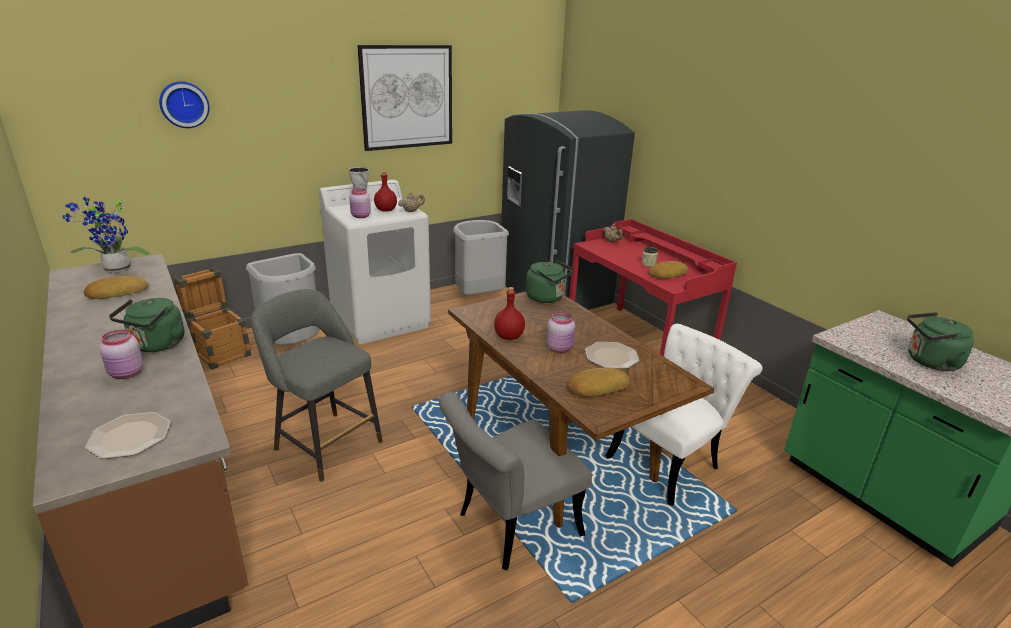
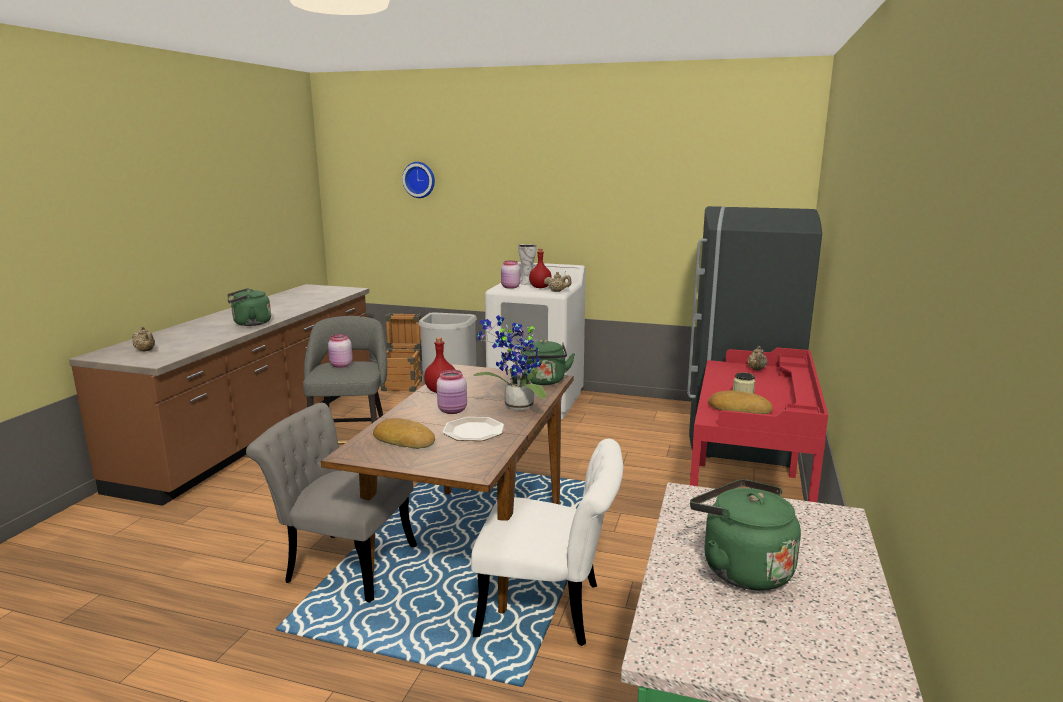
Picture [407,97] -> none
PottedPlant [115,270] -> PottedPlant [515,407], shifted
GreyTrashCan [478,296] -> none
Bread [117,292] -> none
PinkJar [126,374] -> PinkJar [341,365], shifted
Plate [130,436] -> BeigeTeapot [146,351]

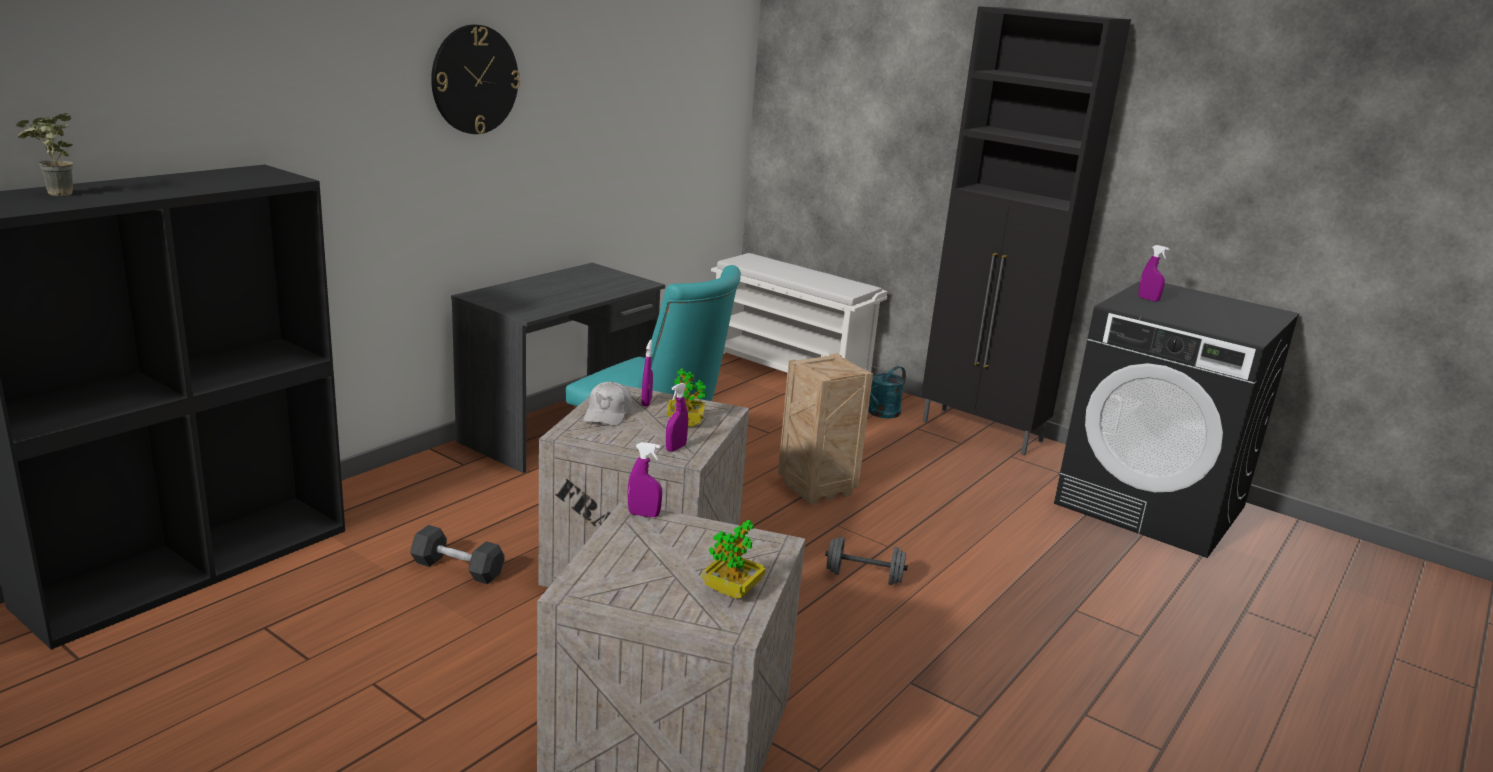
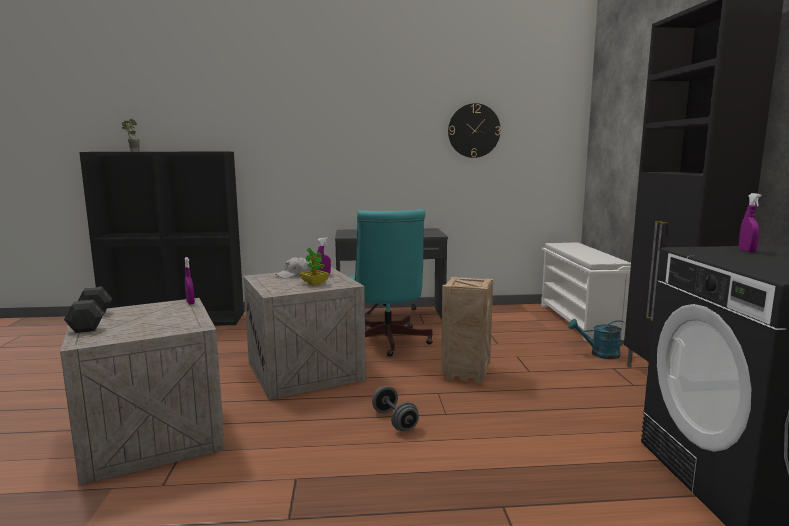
WallClock [474,79] -> WallClock [474,130], shifted
PurpleSprayBottle [676,448] -> none
PottedPlant [732,590] -> none
GreyDumbbell [457,569] -> GreyDumbbell [91,321], shifted

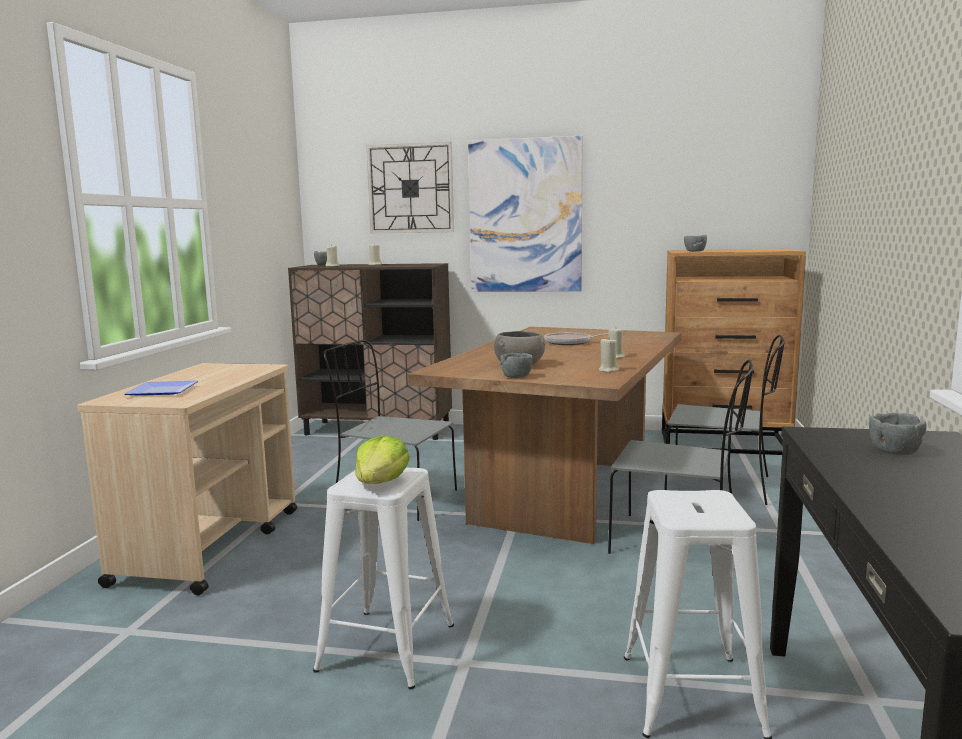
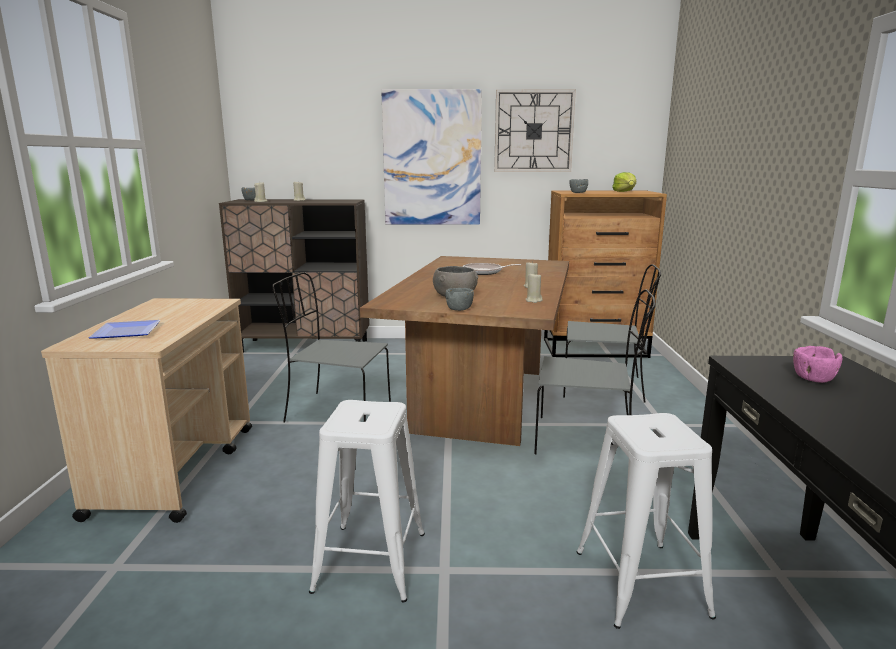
WallClock [410,188] -> WallClock [533,131], shifted
GreyBowl [894,451] -> PinkBowl [813,378]
Lettuce [381,483] -> Lettuce [625,192], shifted

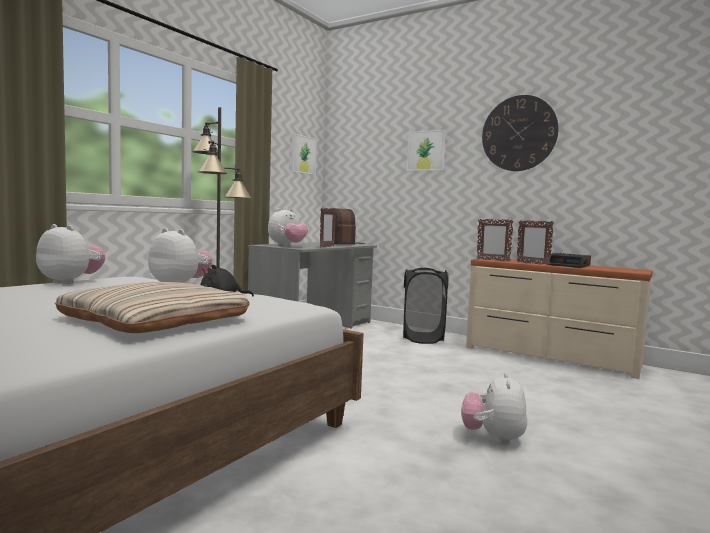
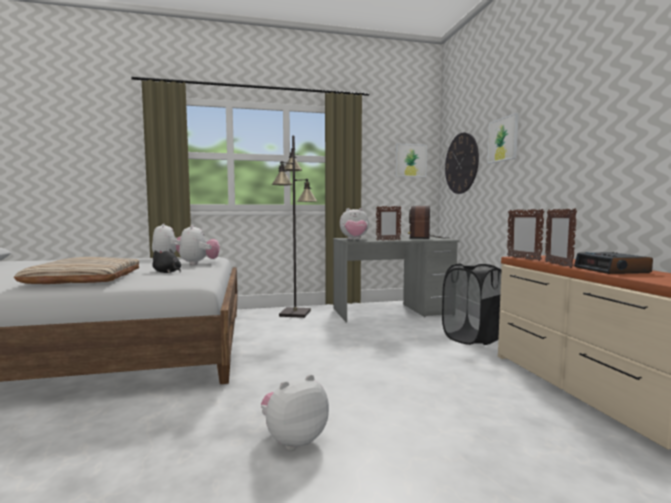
WallClock [519,133] -> WallClock [461,163], shifted

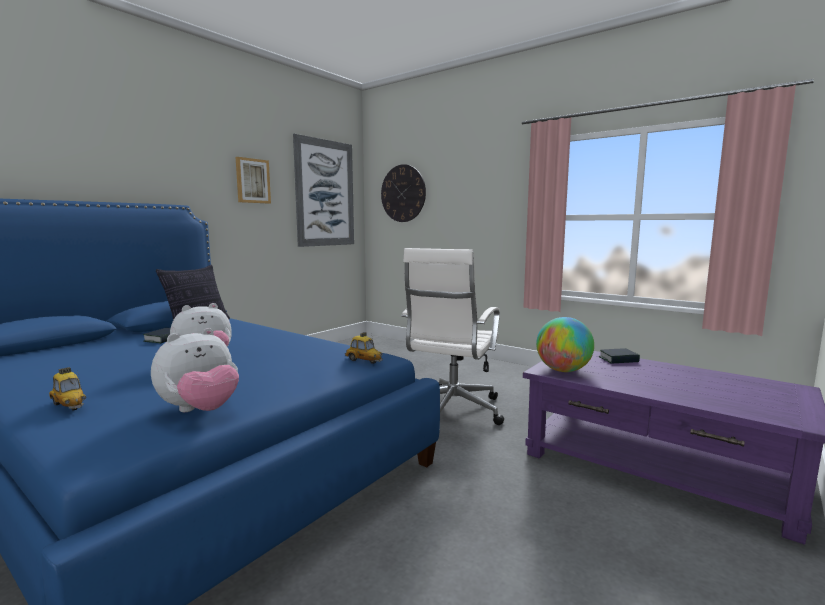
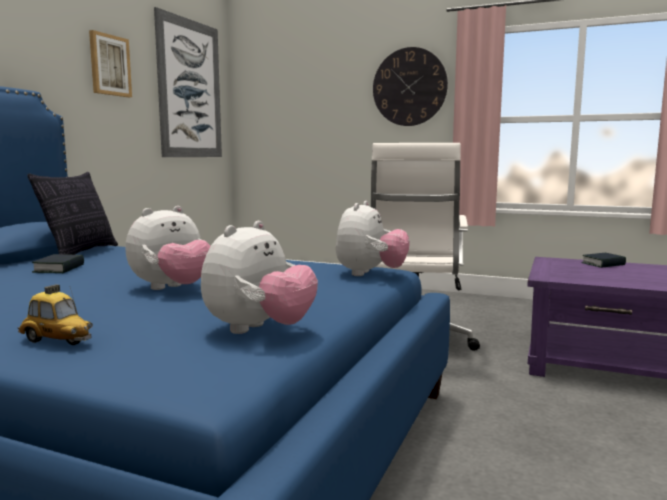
WallClock [403,193] -> WallClock [409,87], shifted
Globe [563,370] -> none
ToyCar [364,361] -> PlushToy [370,274]

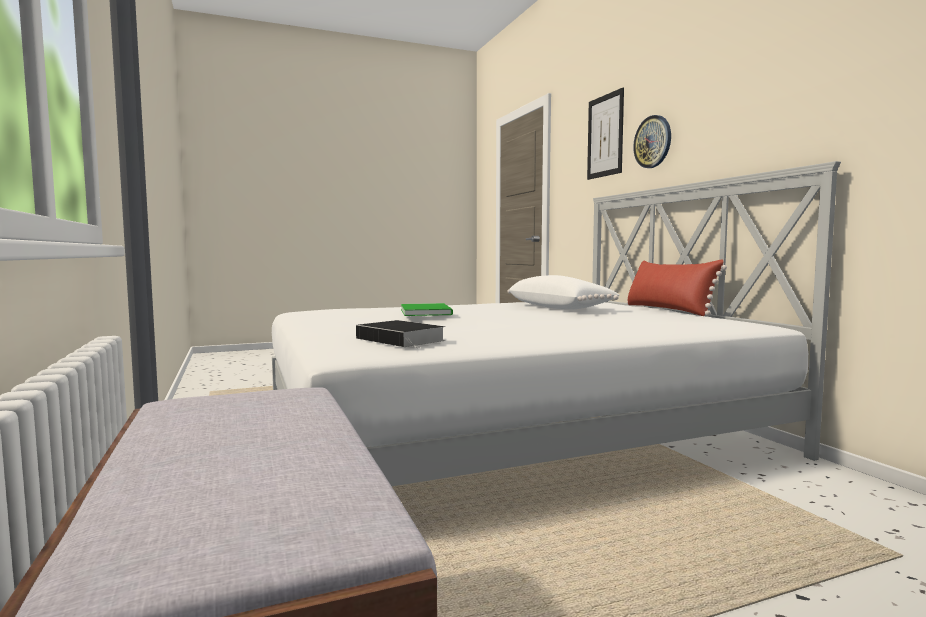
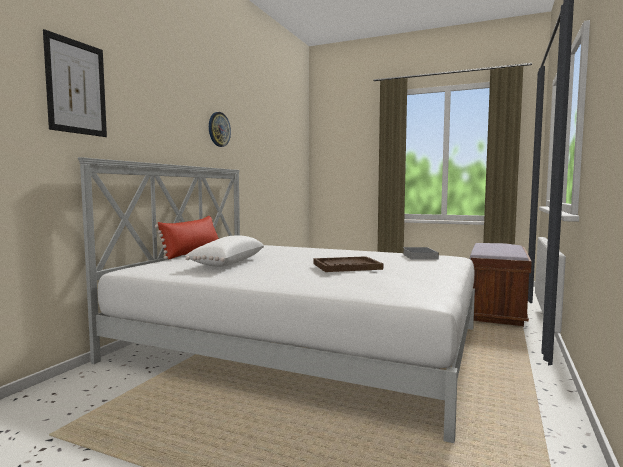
WallClock [653,142] -> WallClock [219,129], shifted
GreenBook [427,312] -> BrownTray [347,266]

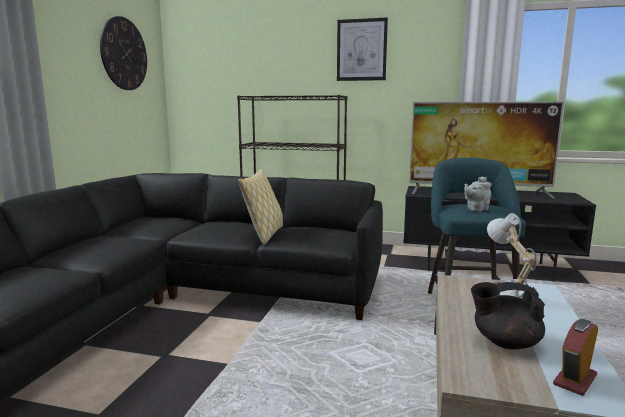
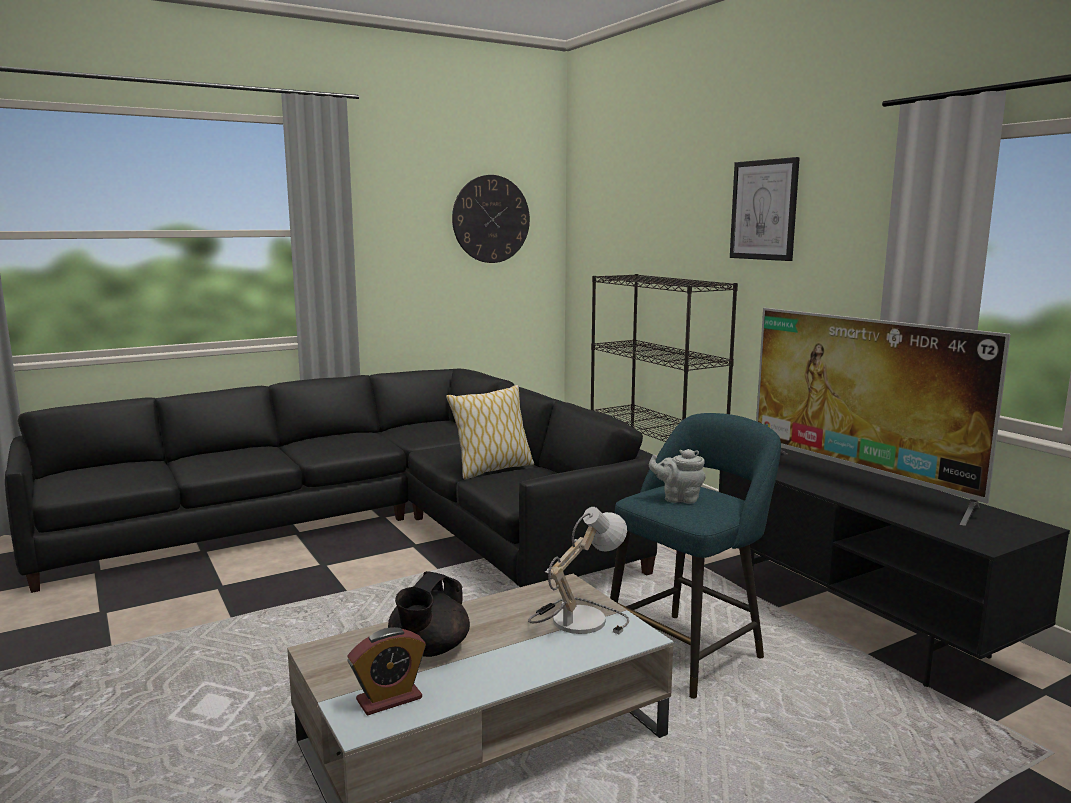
BlackTeapot [505,342] -> BlackTeapot [429,649], 120 degrees counterclockwise
AlarmClock [575,380] -> AlarmClock [389,699], 150 degrees clockwise

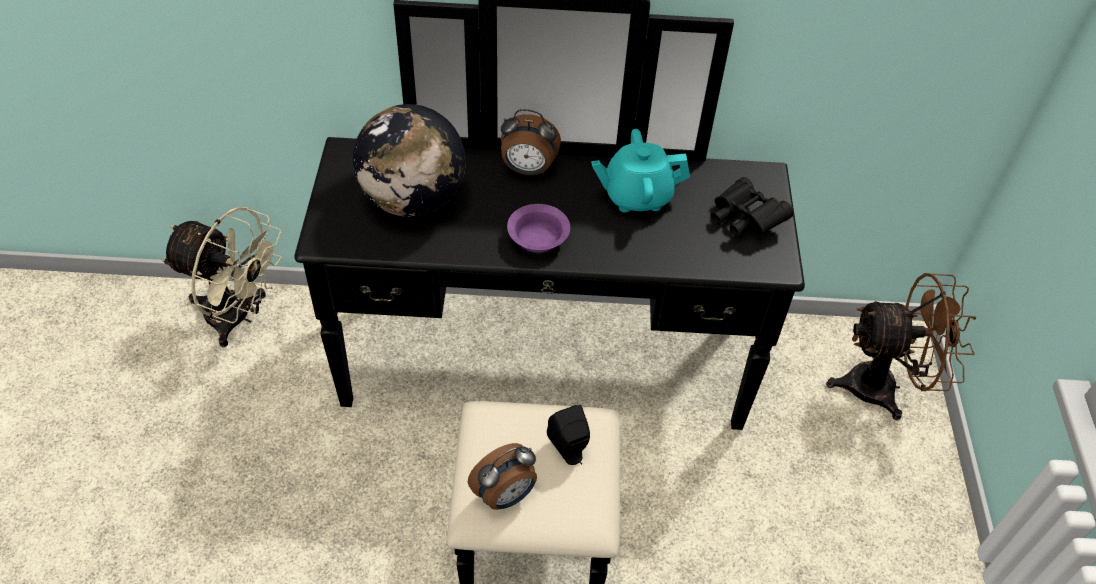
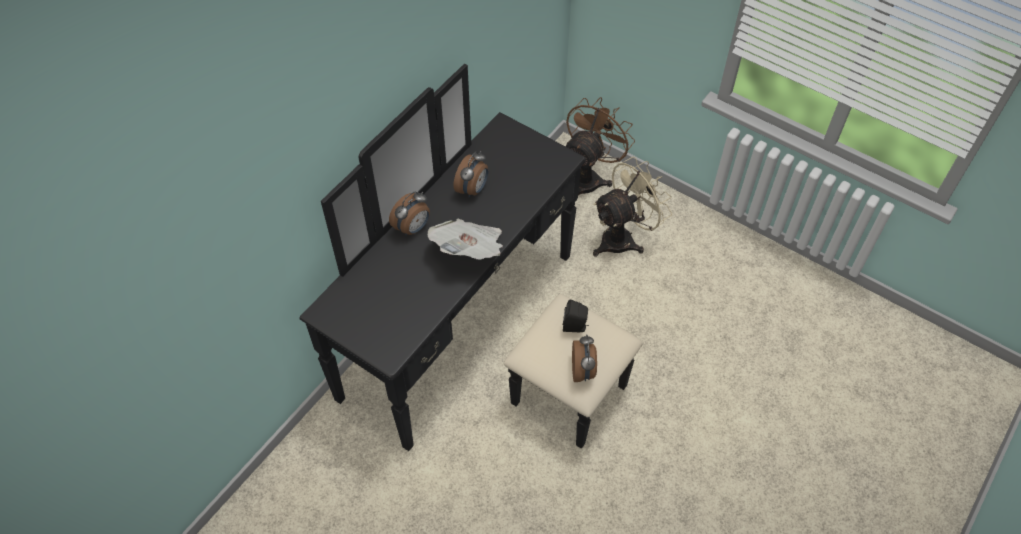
Globe [413,200] -> none
TurquoiseTeapot [636,196] -> AlarmClock [473,189]
BlackBinoculars [744,220] -> none
PurpleBowl [539,238] -> Newspaper [469,250]
BeigeFan [238,317] -> BeigeFan [623,238], shifted

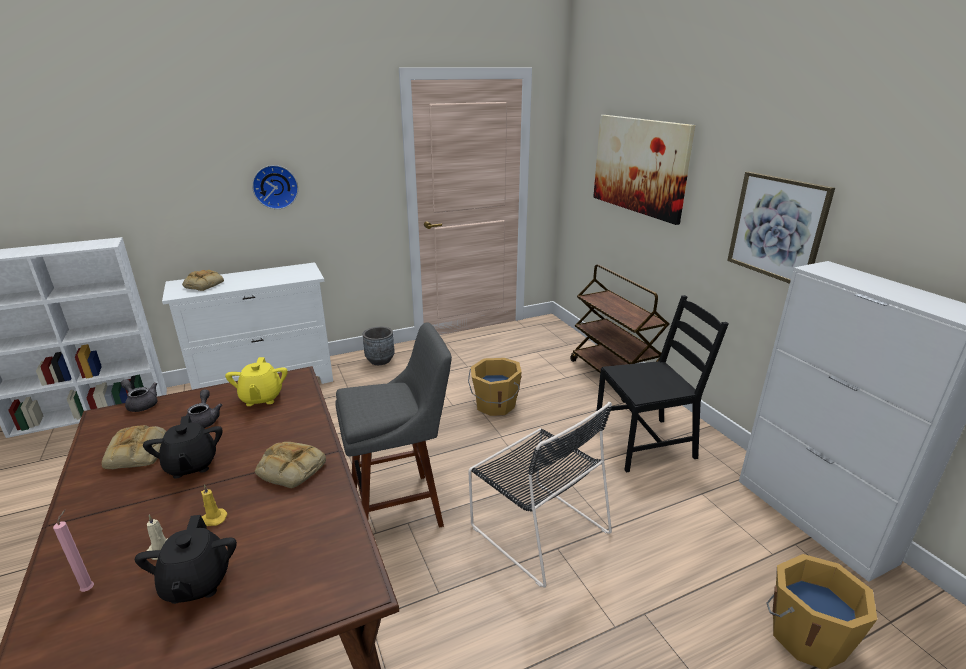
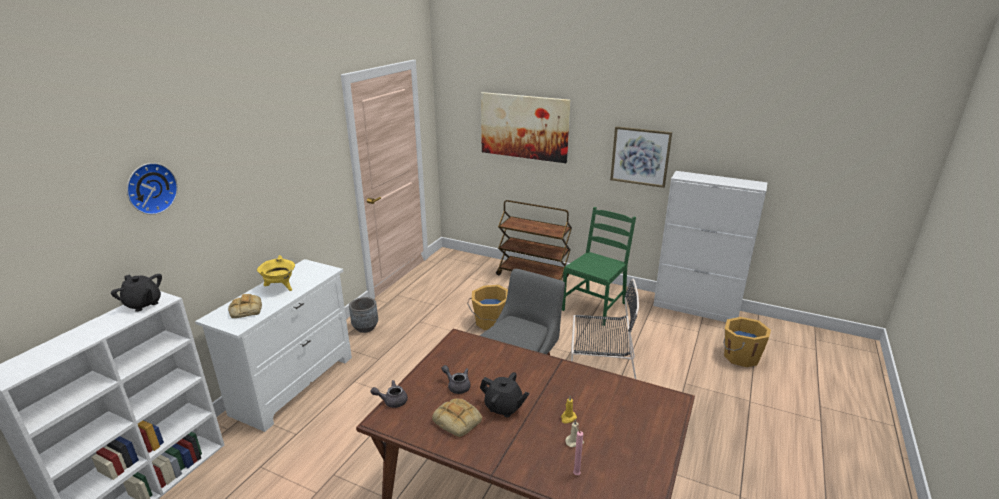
WallClock [275,186] -> WallClock [150,188], shifted
BlackChair [645,443] -> GreenChair [594,306]
YellowTeapot [261,398] -> none
Bread [289,469] -> none
BlackTeapot [196,583] -> BlackTeapot [143,304], shifted
none -> YellowCookingPot [280,288]

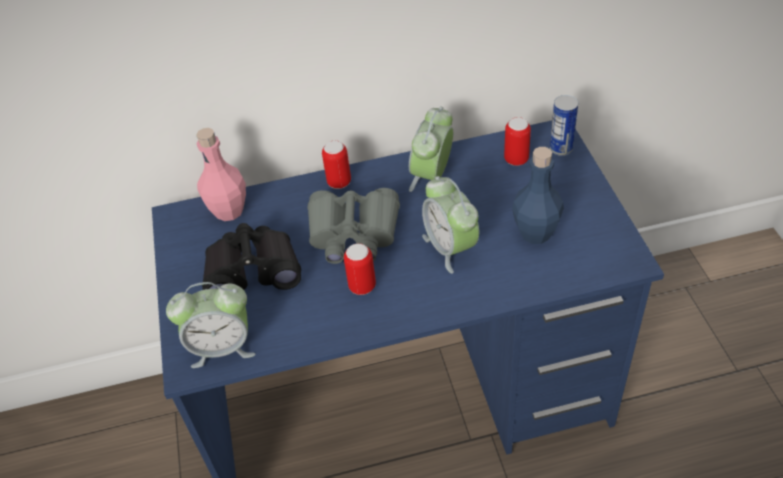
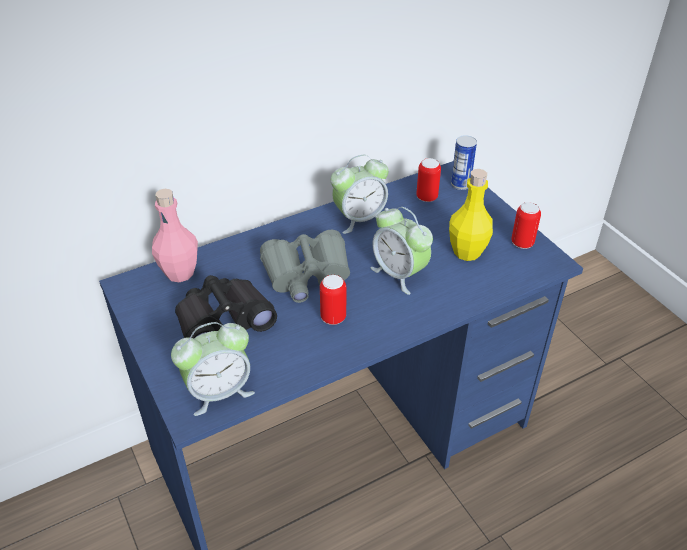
AlarmClock [432,175] -> AlarmClock [359,219], 120 degrees counterclockwise
Can [339,182] -> Can [522,243], shifted
BlueBottle [535,233] -> YellowBottle [467,252]

